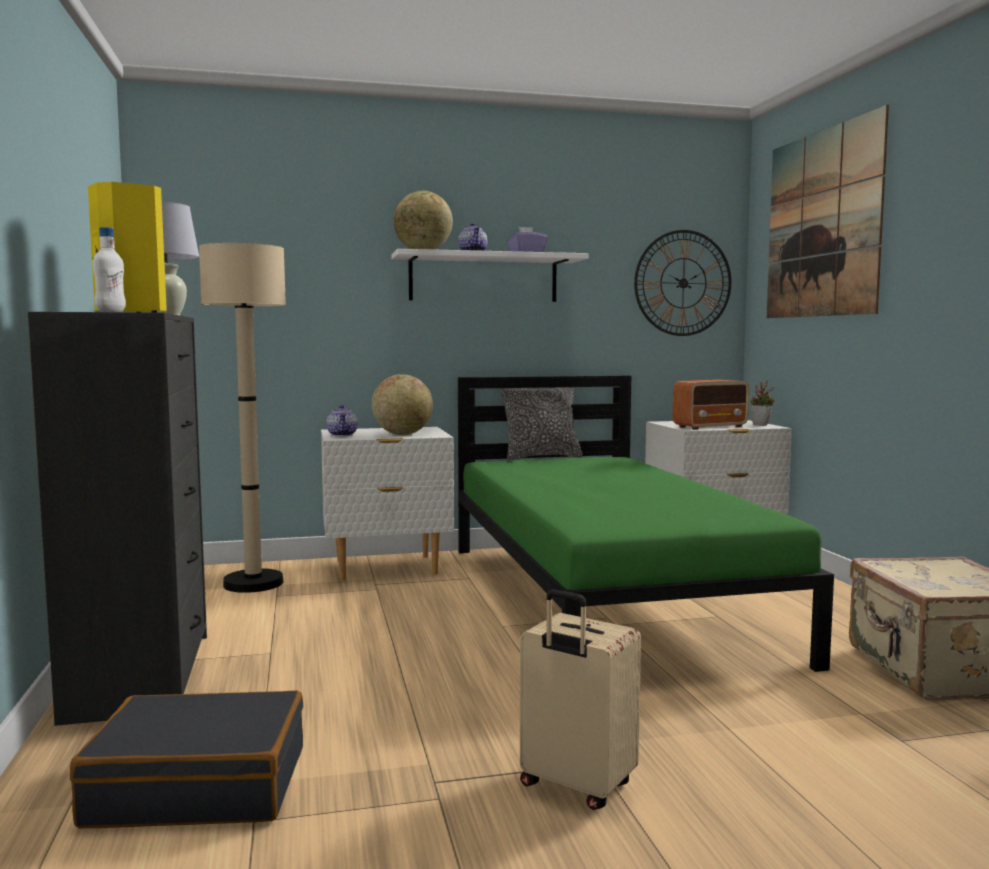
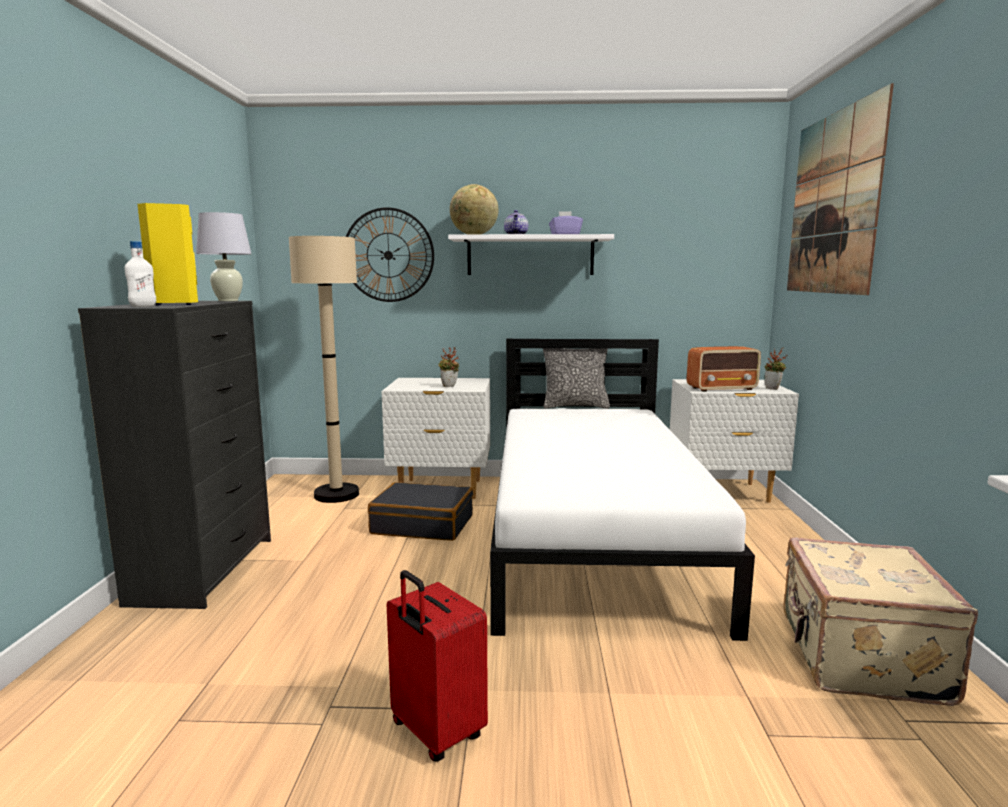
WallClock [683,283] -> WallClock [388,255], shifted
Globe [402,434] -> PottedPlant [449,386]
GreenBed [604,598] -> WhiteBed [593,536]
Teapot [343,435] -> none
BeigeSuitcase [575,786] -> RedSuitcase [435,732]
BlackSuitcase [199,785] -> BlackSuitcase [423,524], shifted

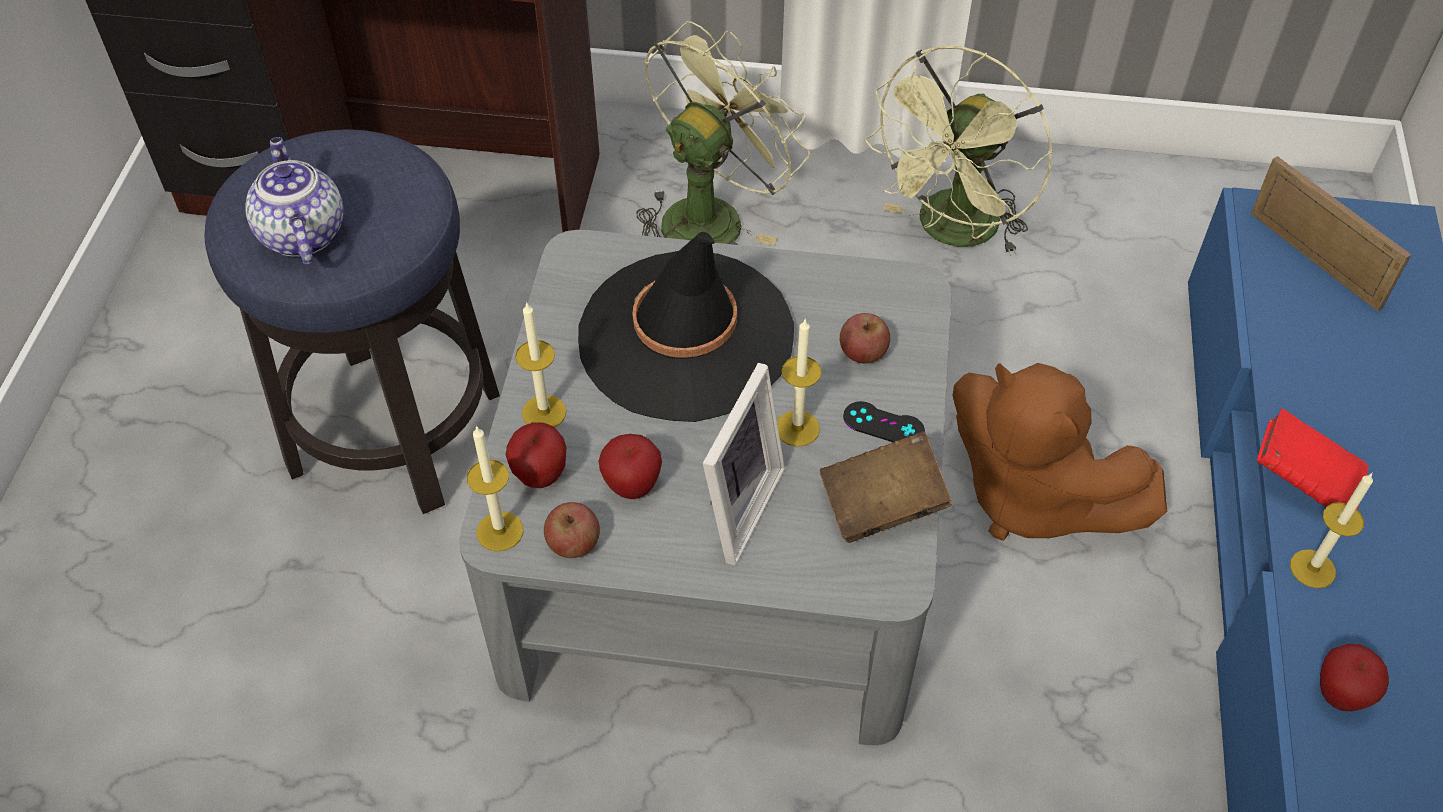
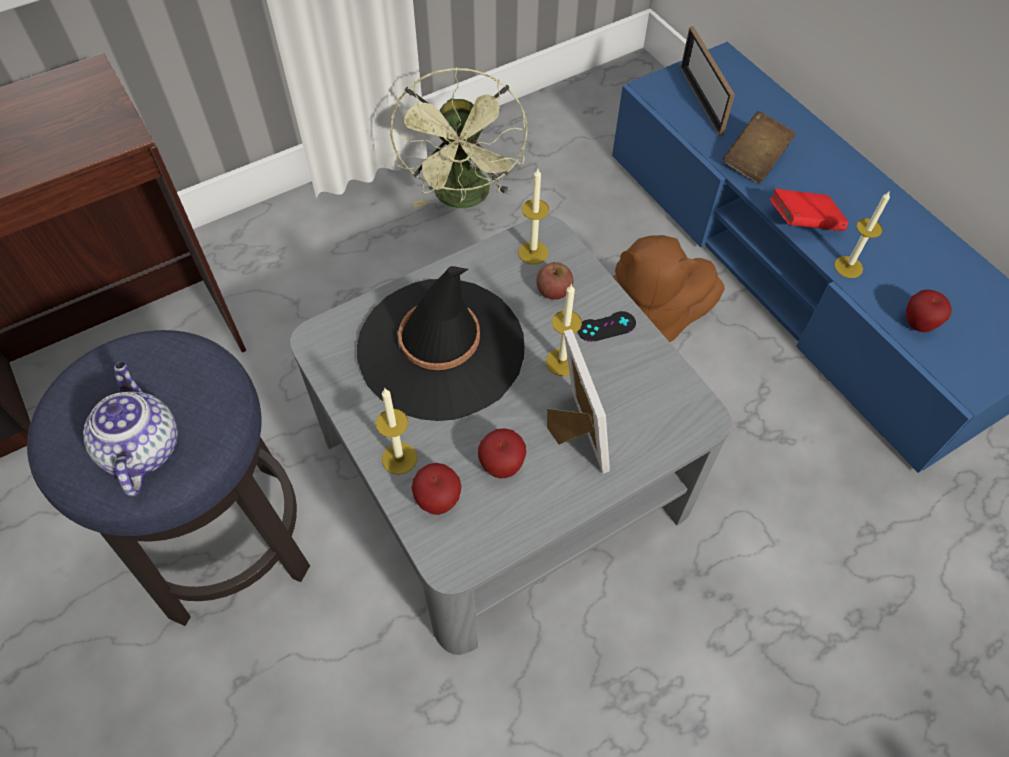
GreenFan [711,215] -> none
Teapot [301,234] -> Teapot [142,448], 45 degrees clockwise
PictureFrame [1314,259] -> PictureFrame [701,101], 120 degrees counterclockwise
Candle [500,531] -> Candle [533,252], shifted
BrownBook [882,505] -> BrownBook [754,160], shifted
Apple [573,543] -> none

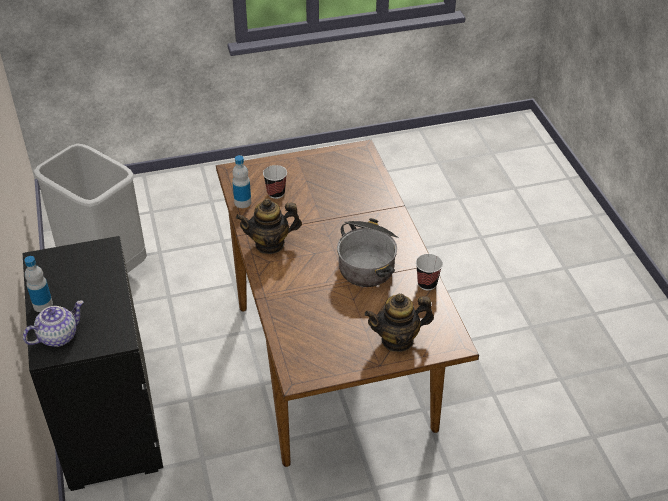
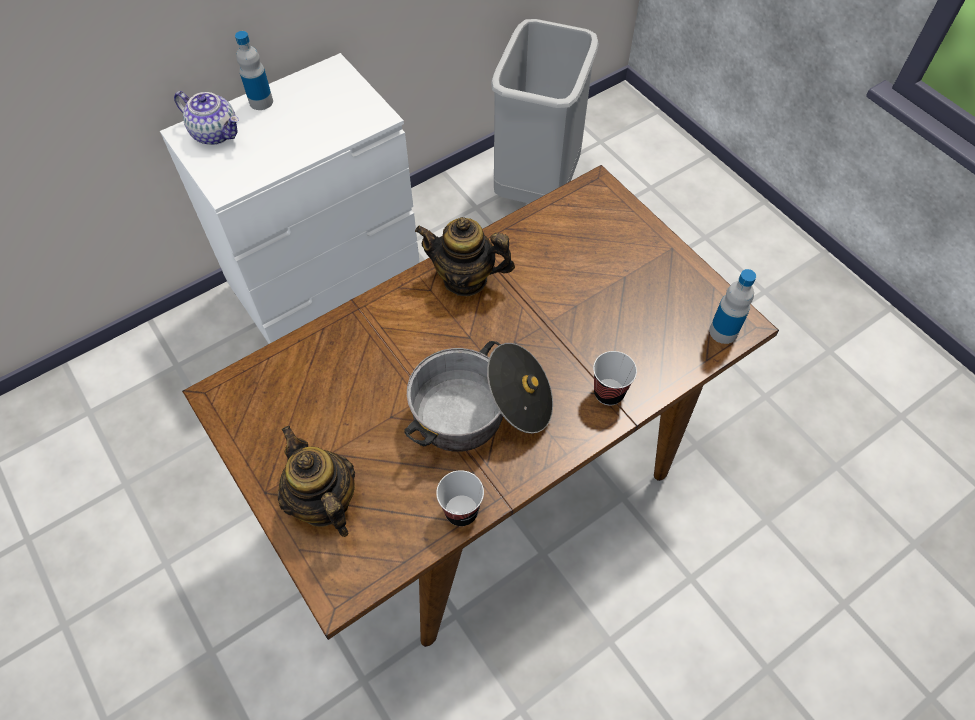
Bottle [242,202] -> Bottle [723,332], shifted
Cup [276,193] -> Cup [608,393], shifted
Teapot [270,244] -> Teapot [465,279], 45 degrees counterclockwise
BlackDresser [109,420] -> WhiteDresser [326,279]

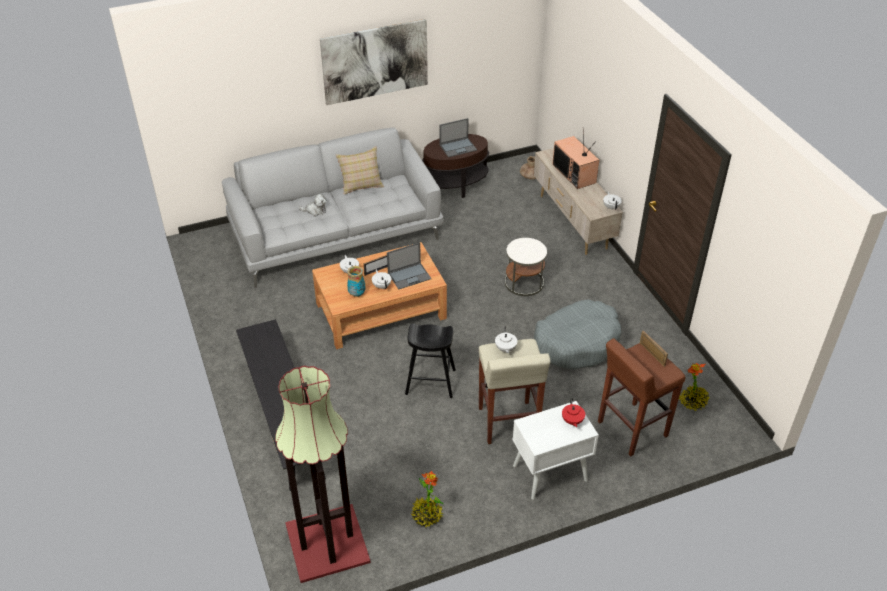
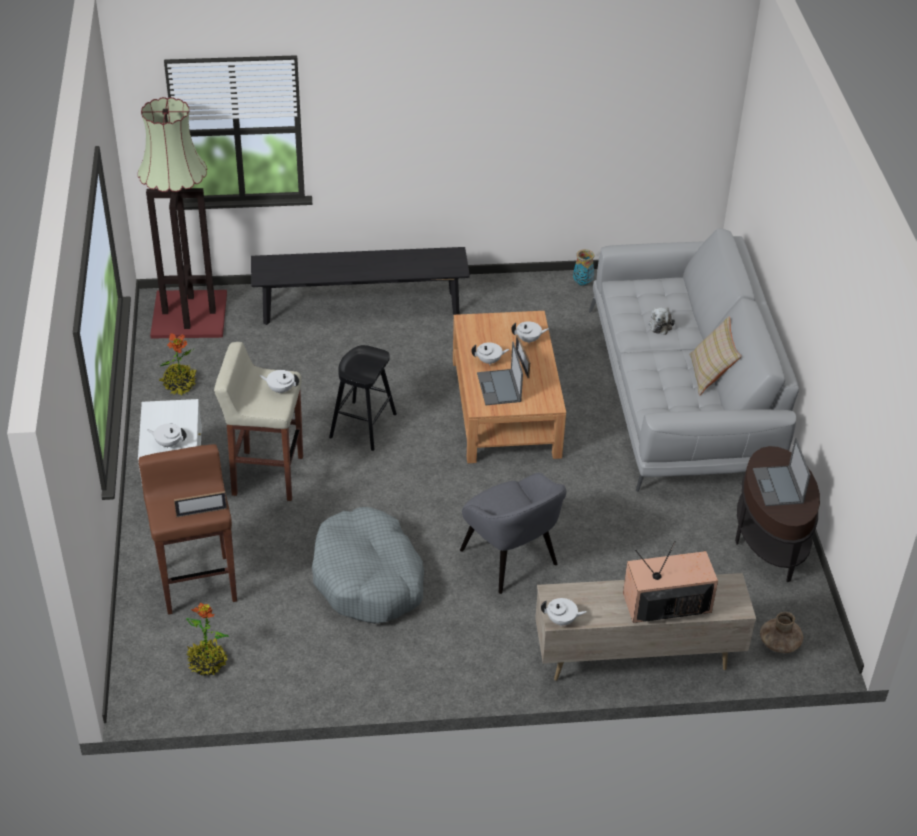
Picture [375,61] -> none
WhiteSideTable [524,283] -> GreyArmchair [510,559]
Vase [357,294] -> Vase [583,283], shifted
RedTeapot [572,421] -> WhiteTeapot [168,443]

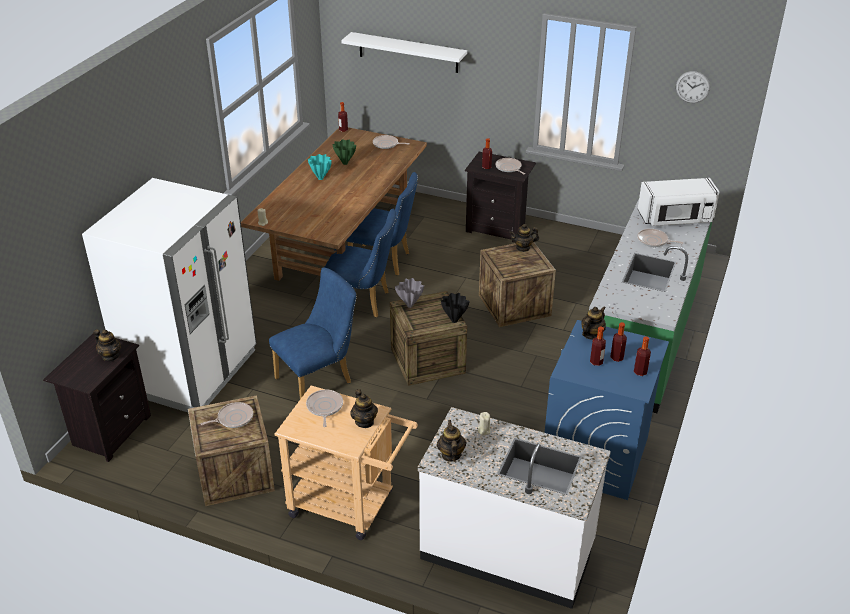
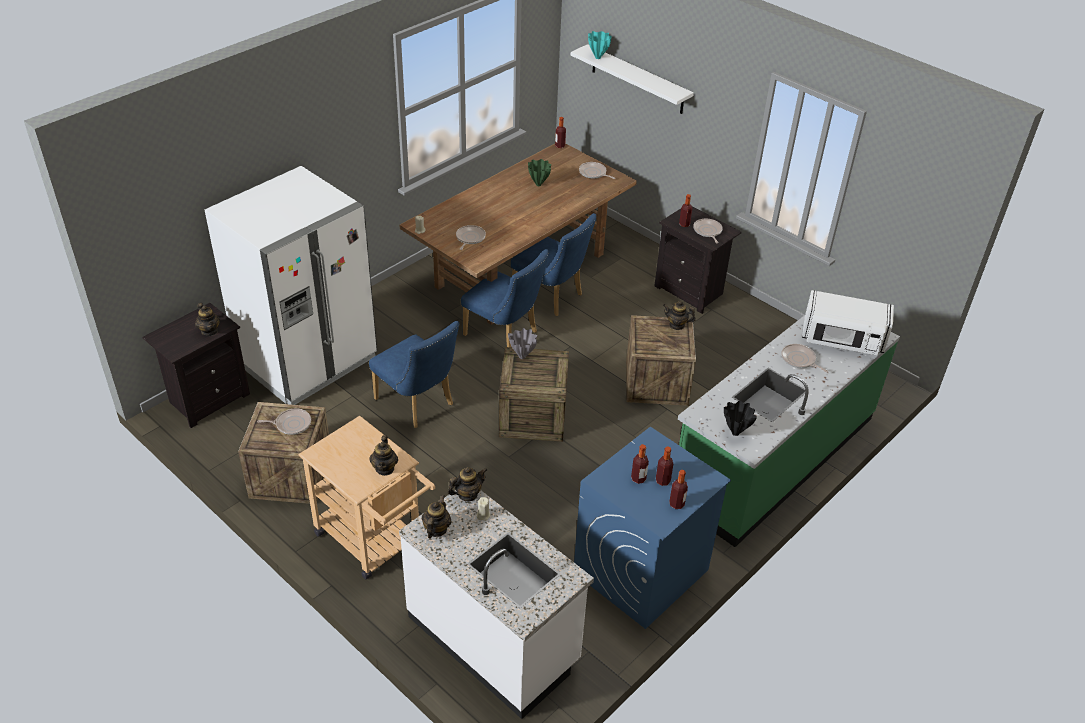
WallClock [692,87] -> none
TurquoiseVase [321,178] -> TurquoiseVase [598,57], shifted
BlueChair [319,379] -> BlueChair [418,404], 60 degrees clockwise
BlackVase [454,320] -> BlackVase [735,432], shifted
Teapot [591,335] -> Teapot [467,494], shifted
FryingPan [324,407] -> FryingPan [469,238], shifted

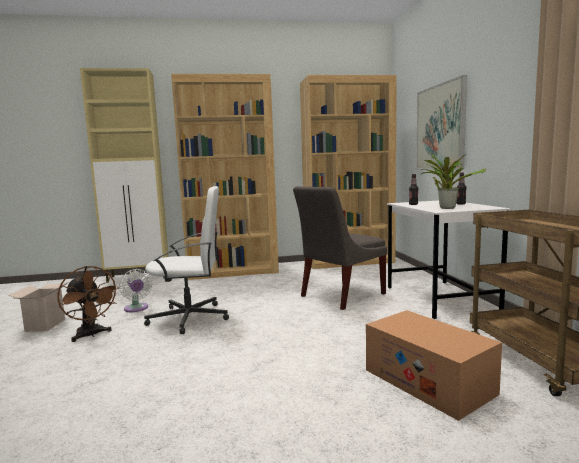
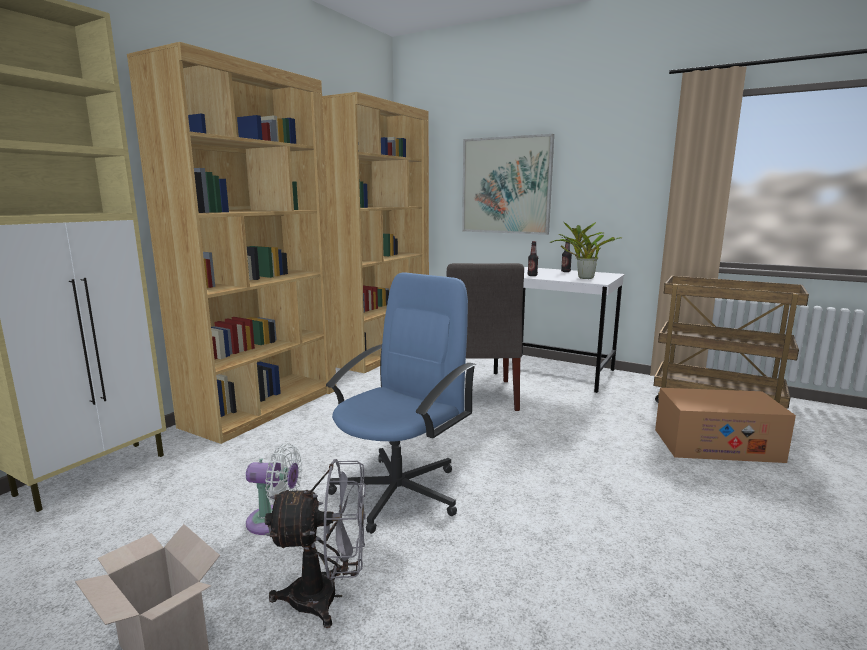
WhiteOfficeChair [190,318] -> BlueOfficeChair [399,491]
BrownFan [91,335] -> GreyFan [327,597]

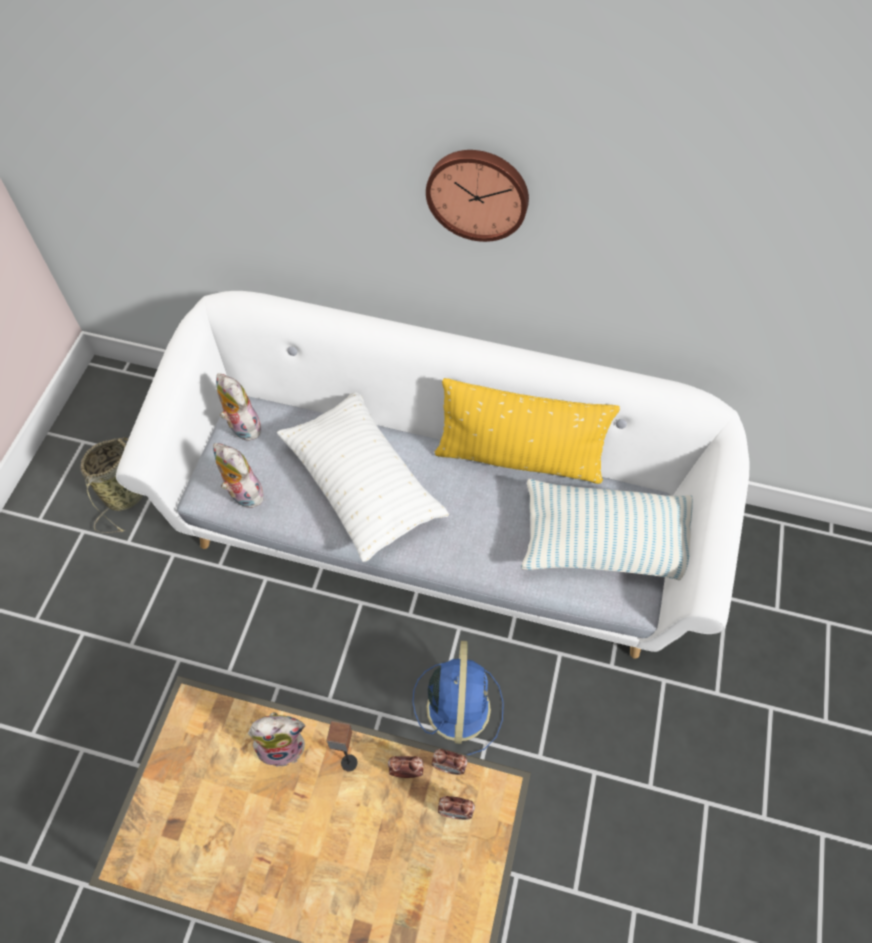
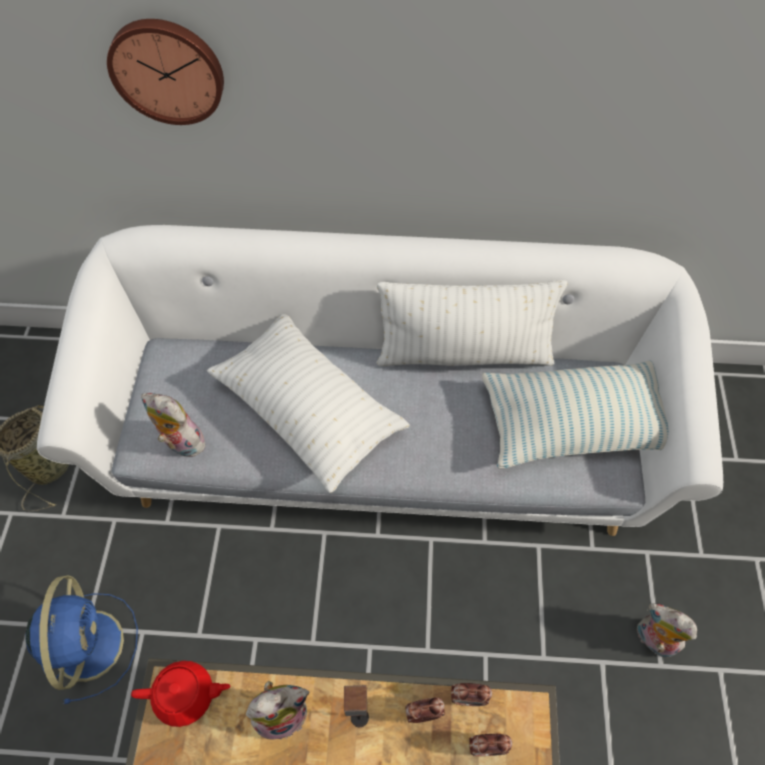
WallClock [478,193] -> WallClock [167,70], shifted
PlushToy [241,426] -> PlushToy [652,639], shifted
YellowPillow [519,458] -> WhitePillow [464,353]
BlueFan [458,705] -> BlueFan [89,641], shifted
none -> RedTeapot [186,695]

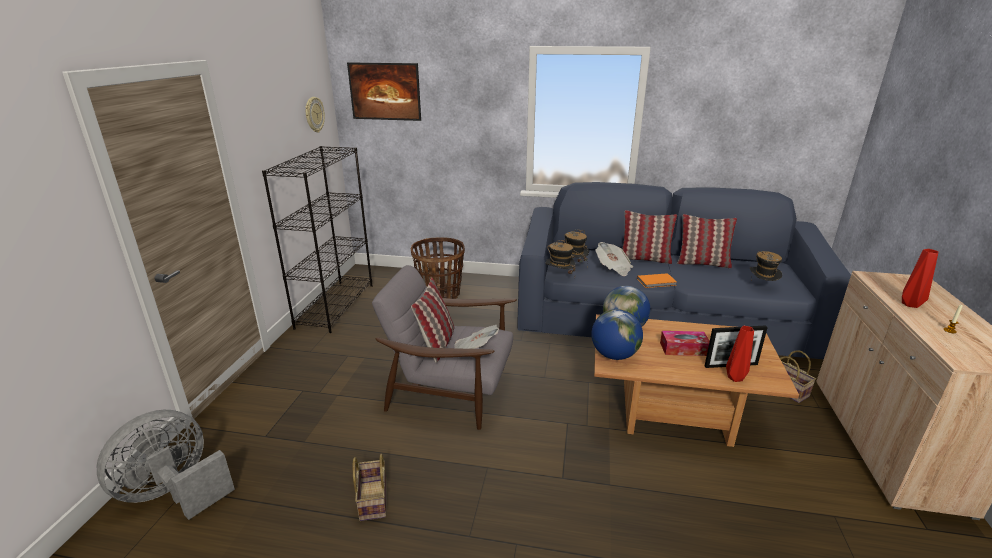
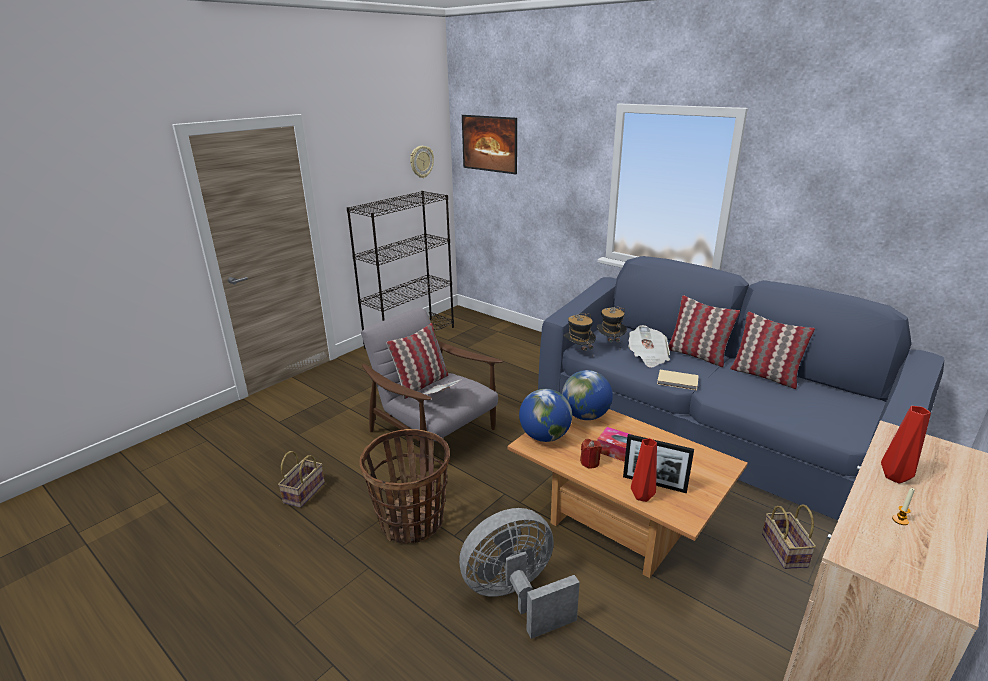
Basket [440,295] -> Basket [412,522], shifted
Hat [761,287] -> none
OrangeBook [657,282] -> BeigeBook [678,382]
GreyFan [175,493] -> GreyFan [516,596], shifted
none -> RedCandle [590,462]

